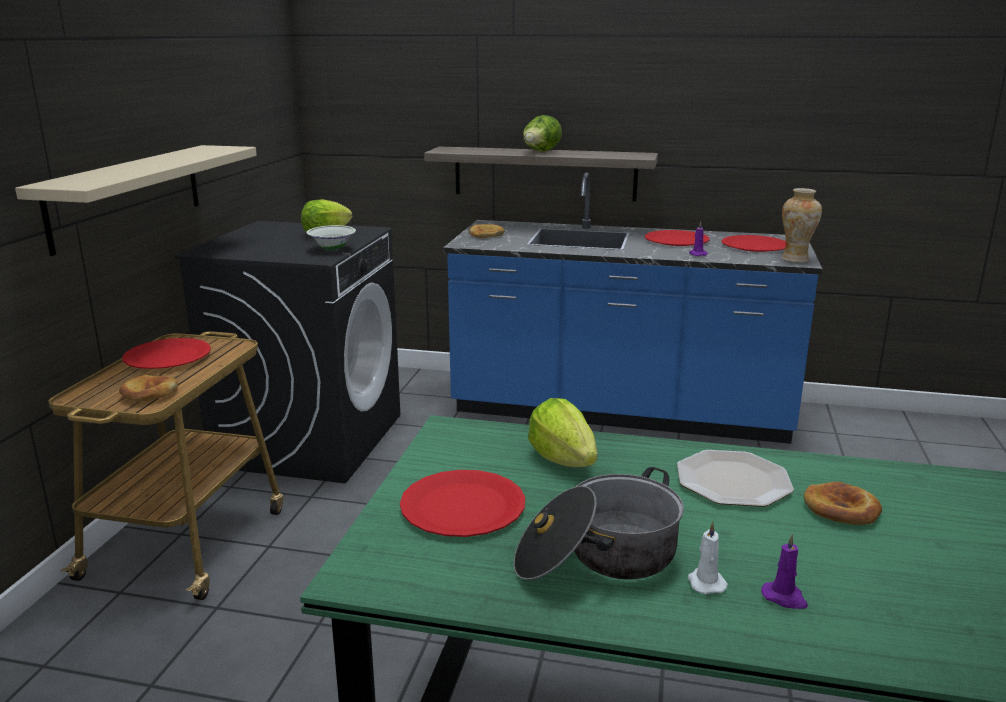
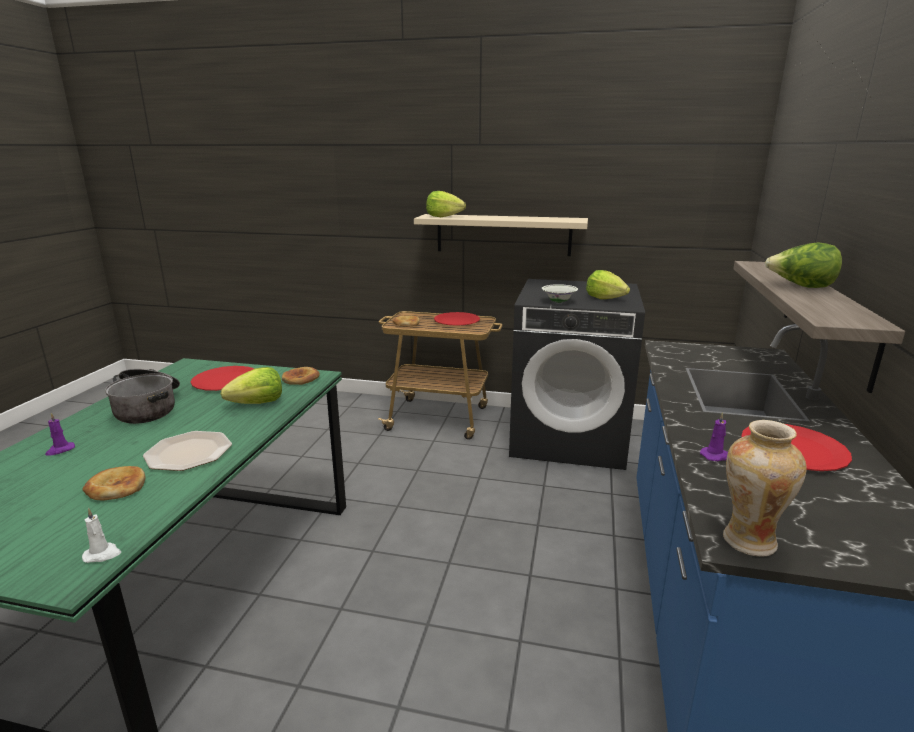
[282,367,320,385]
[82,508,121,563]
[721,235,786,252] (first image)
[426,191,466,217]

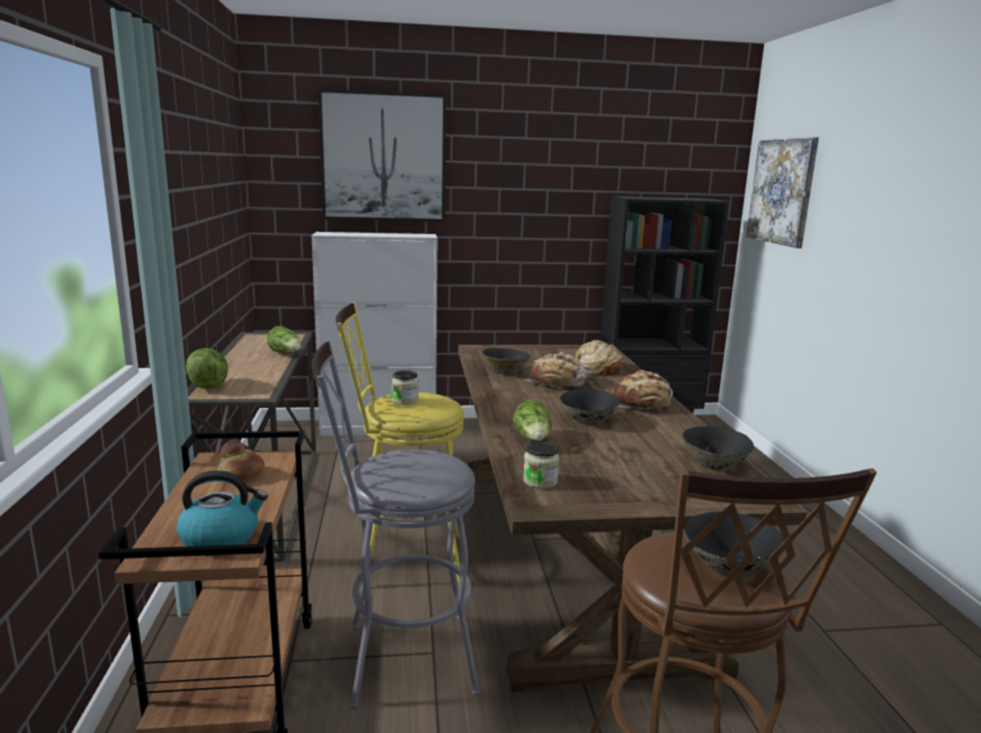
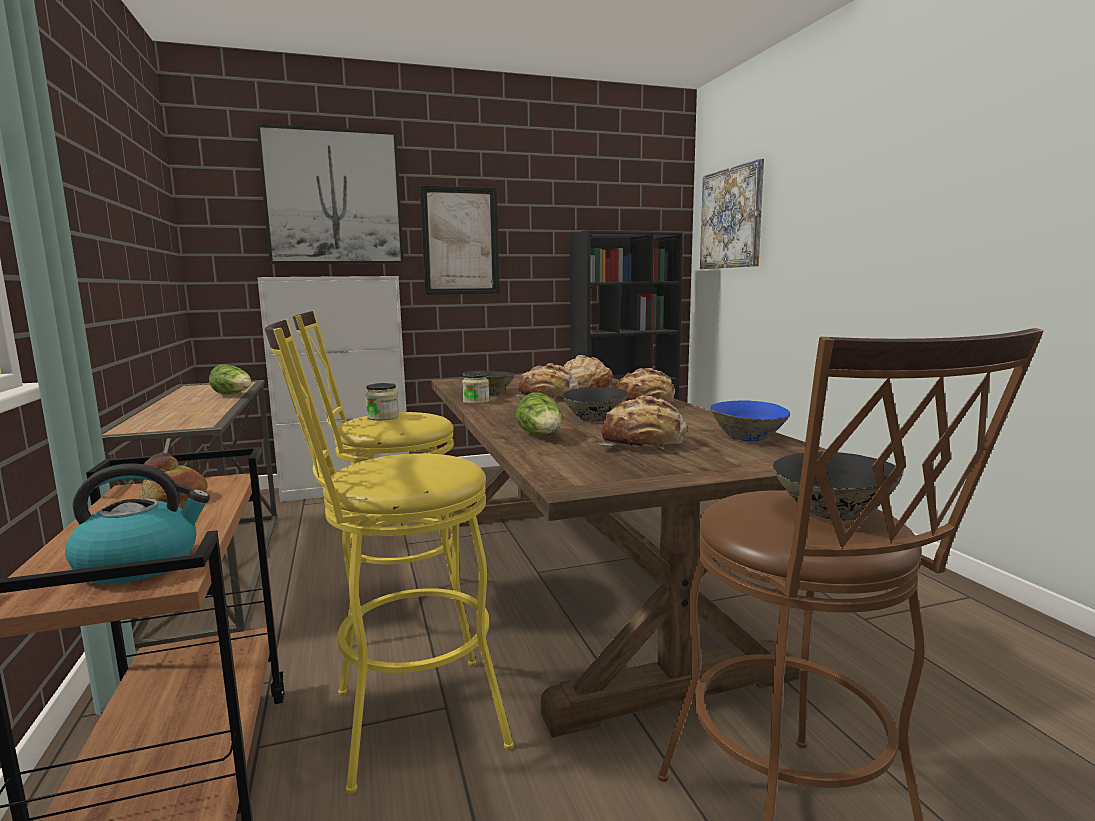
[186,348,228,389] (first image)
[265,319,514,794]
[462,372,489,404]
[710,400,790,441]
[420,185,500,295]
[600,395,687,449]

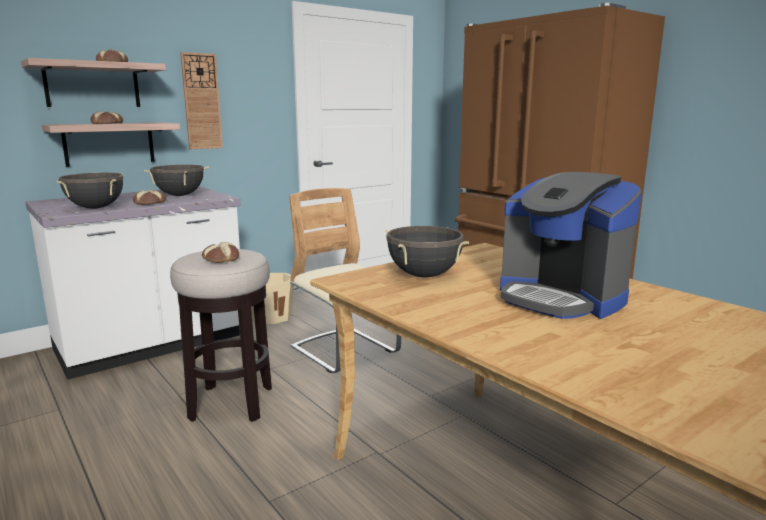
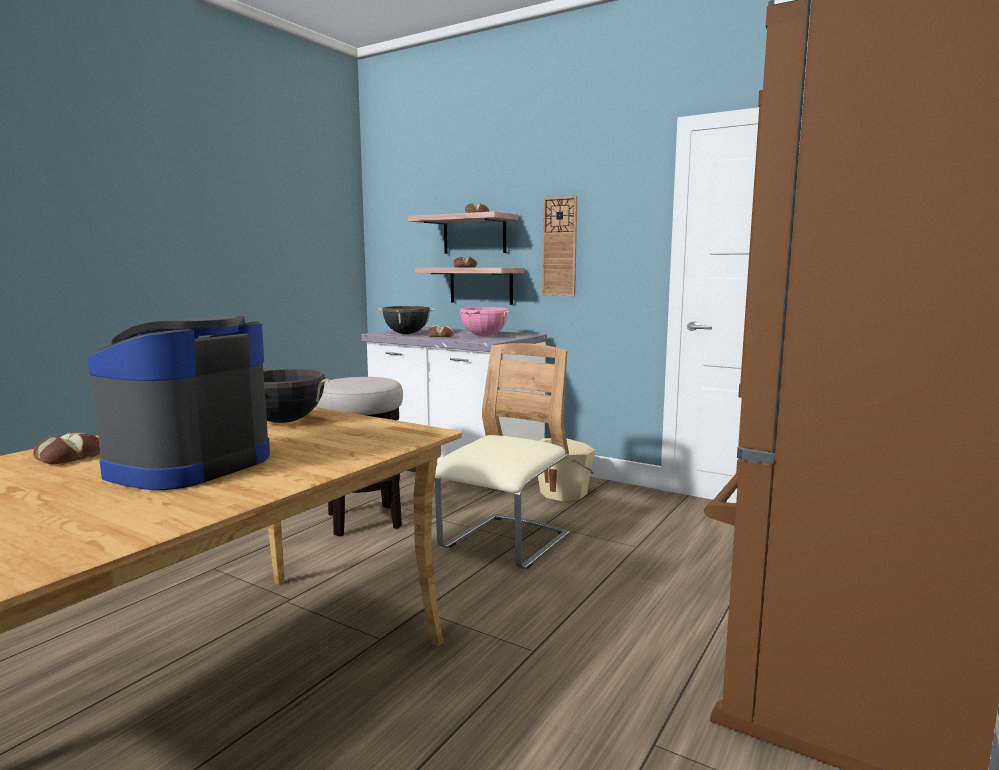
[460,307,510,336]
[33,432,100,464]

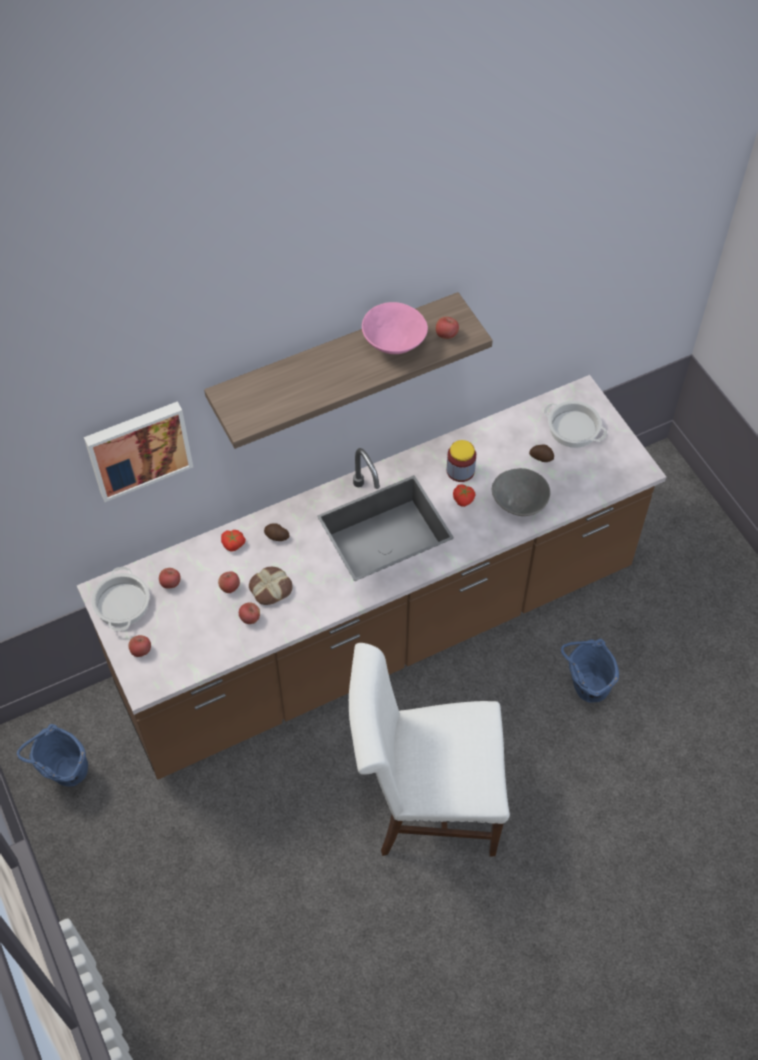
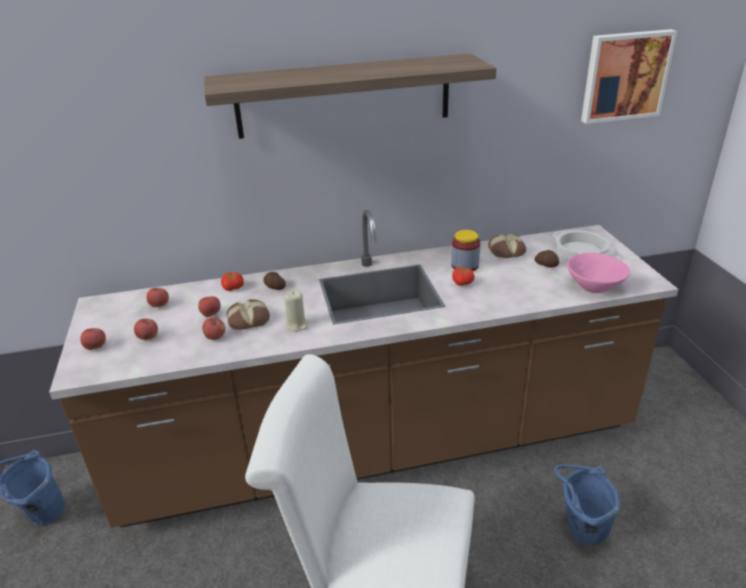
[581,29,677,124]
[91,567,150,631] (first image)
[567,253,630,293]
[134,319,158,340]
[492,468,550,516] (first image)
[284,291,308,332]
[488,234,526,258]

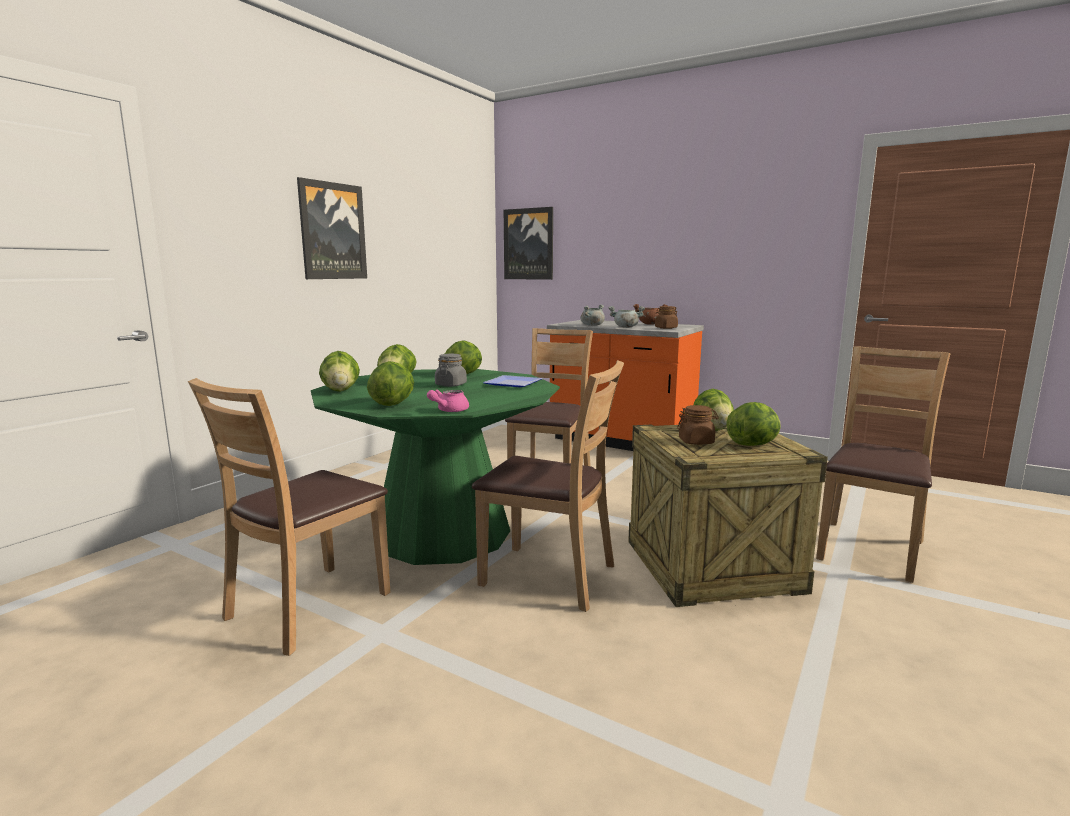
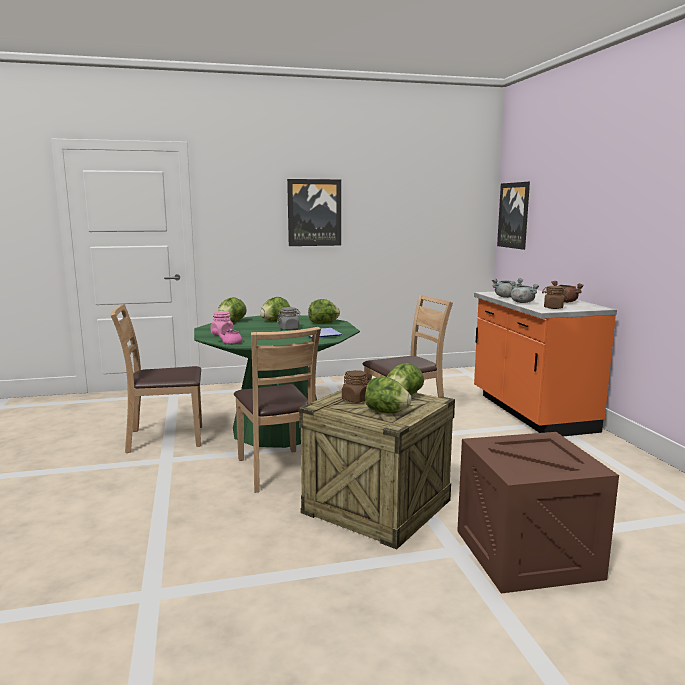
[210,311,234,335]
[457,432,619,594]

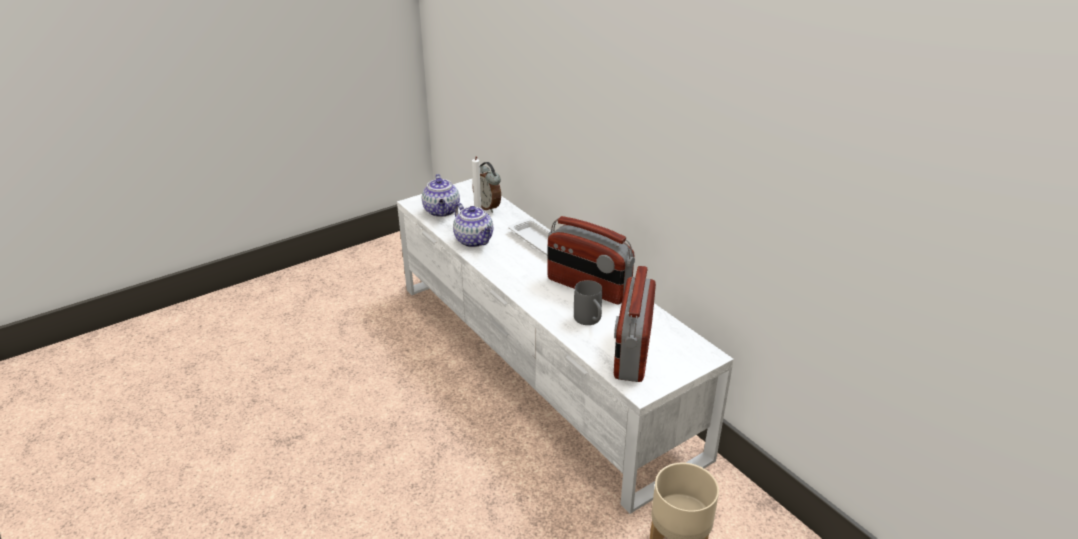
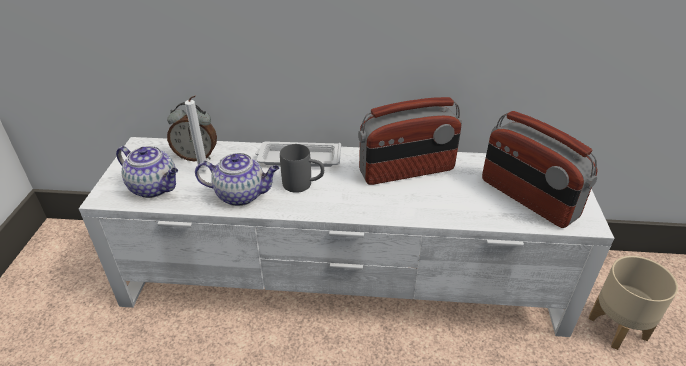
[280,144,324,193]

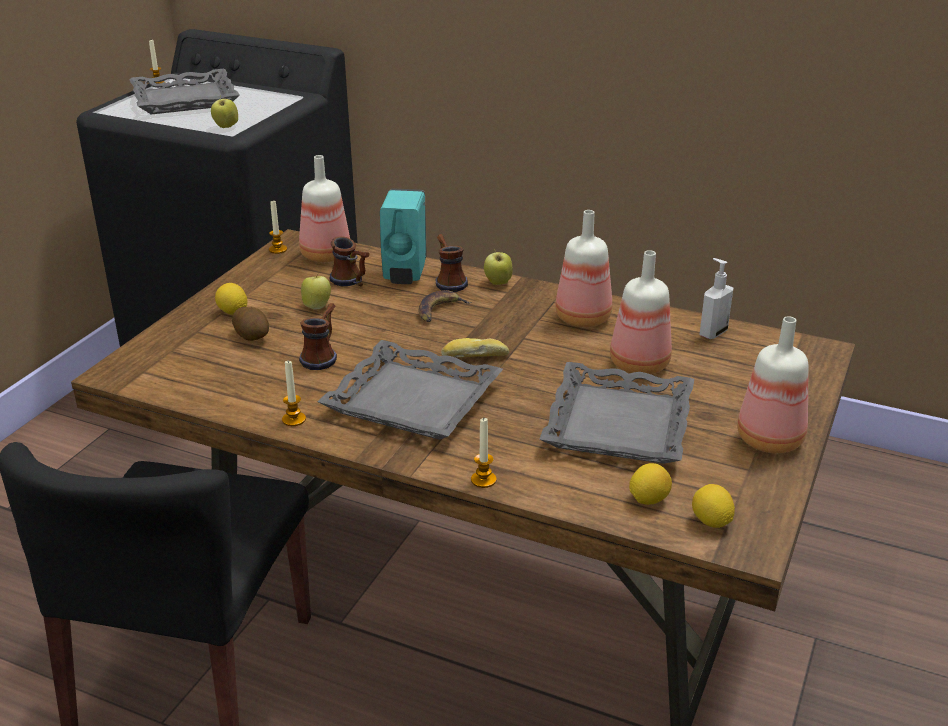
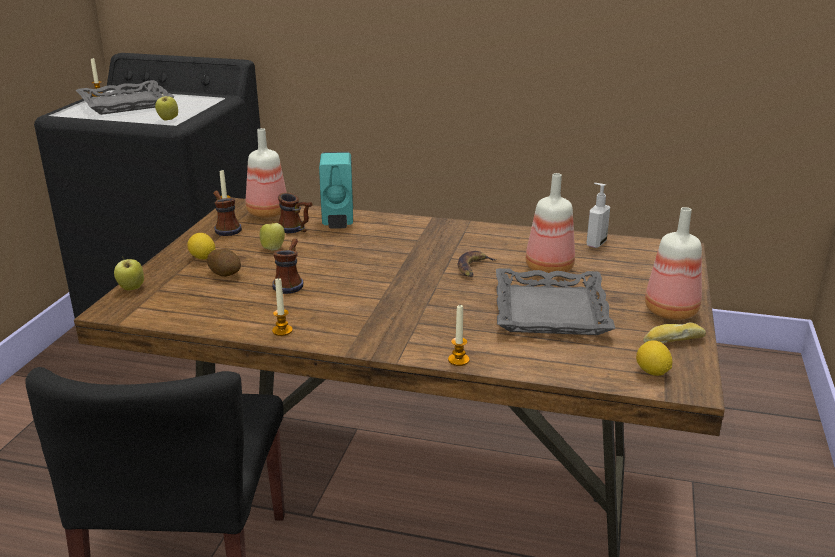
[317,340,503,440] (first image)
[458,251,497,277]
[213,190,242,236]
[643,323,706,343]
[114,256,144,291]
[555,210,612,327] (first image)
[629,463,672,505] (first image)

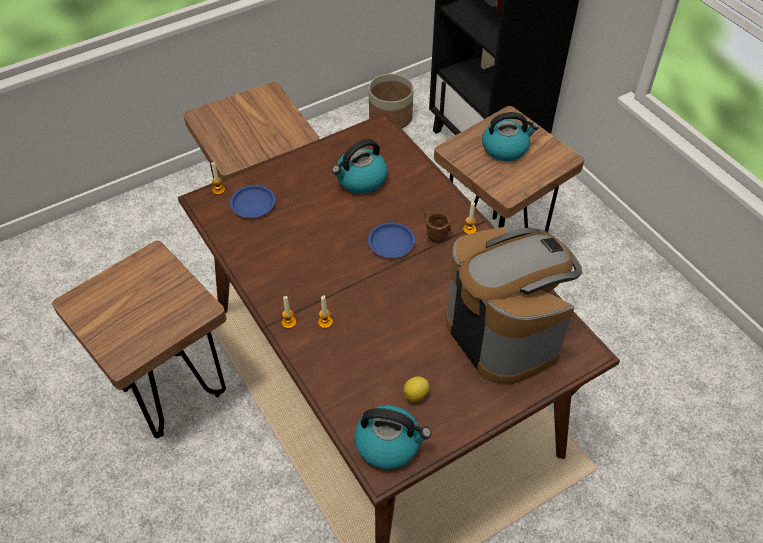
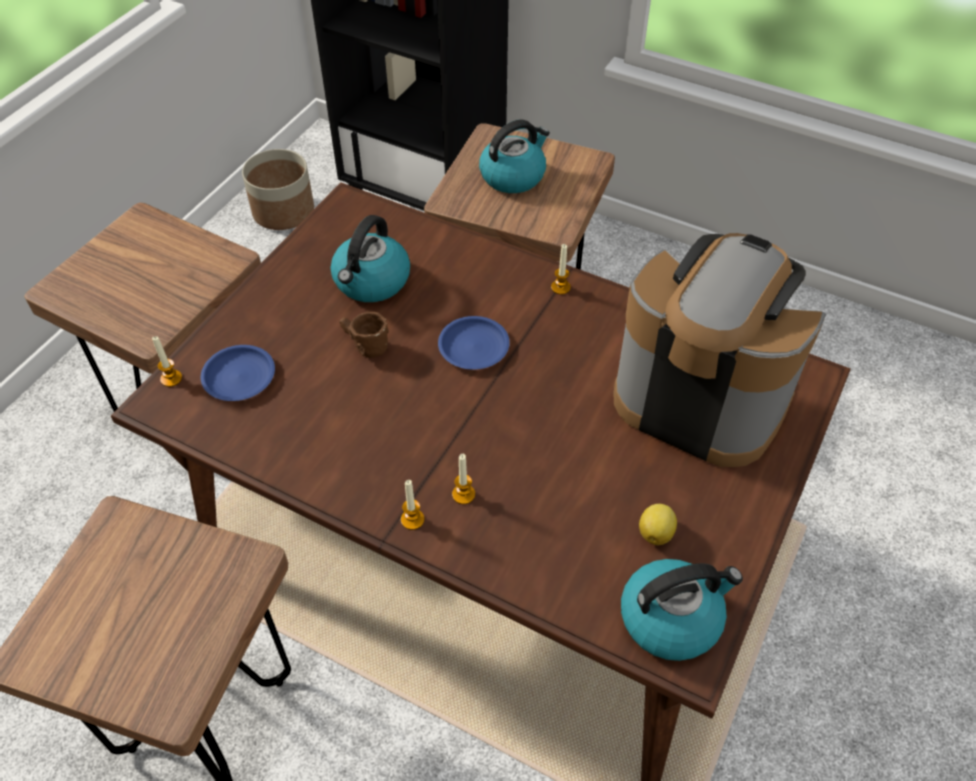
[339,312,388,358]

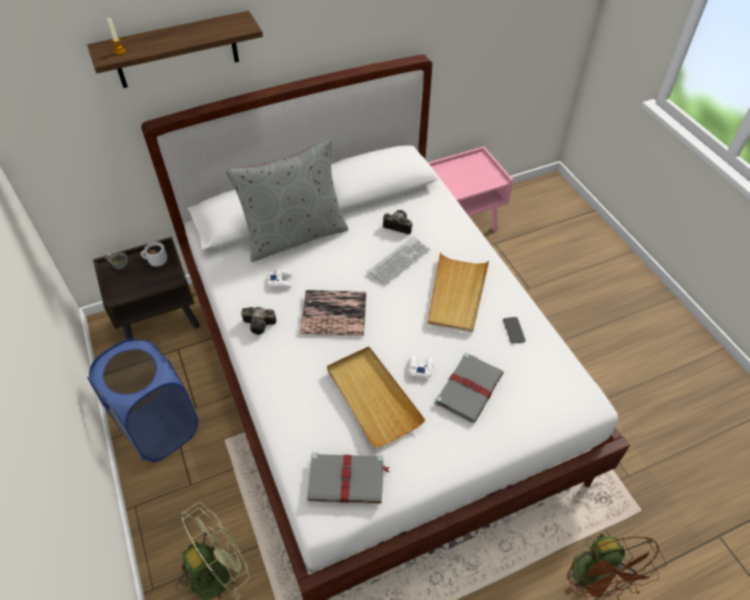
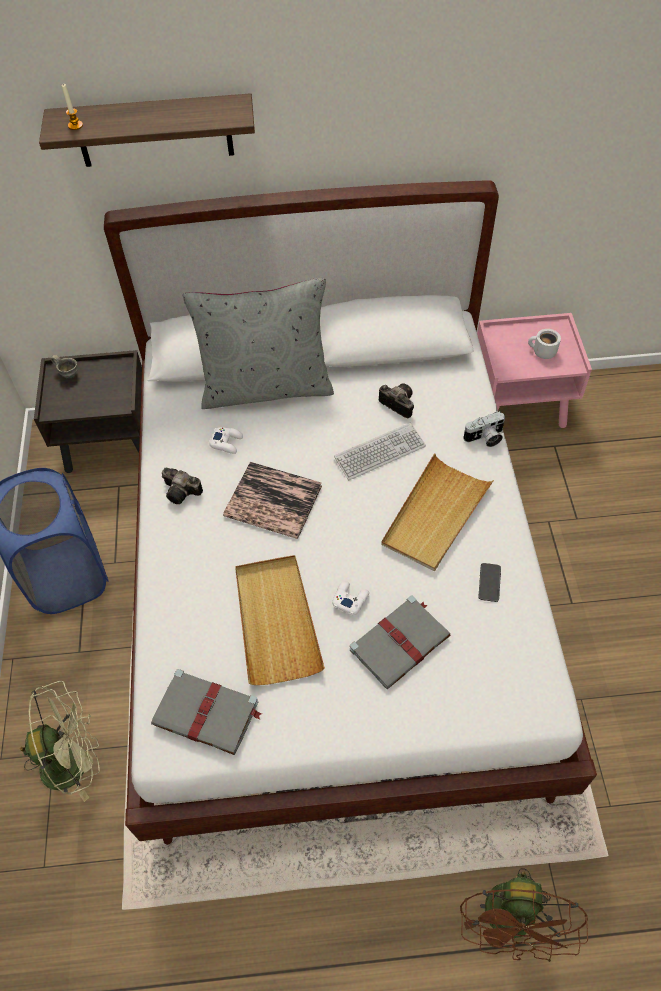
[528,329,561,359]
[463,411,505,447]

